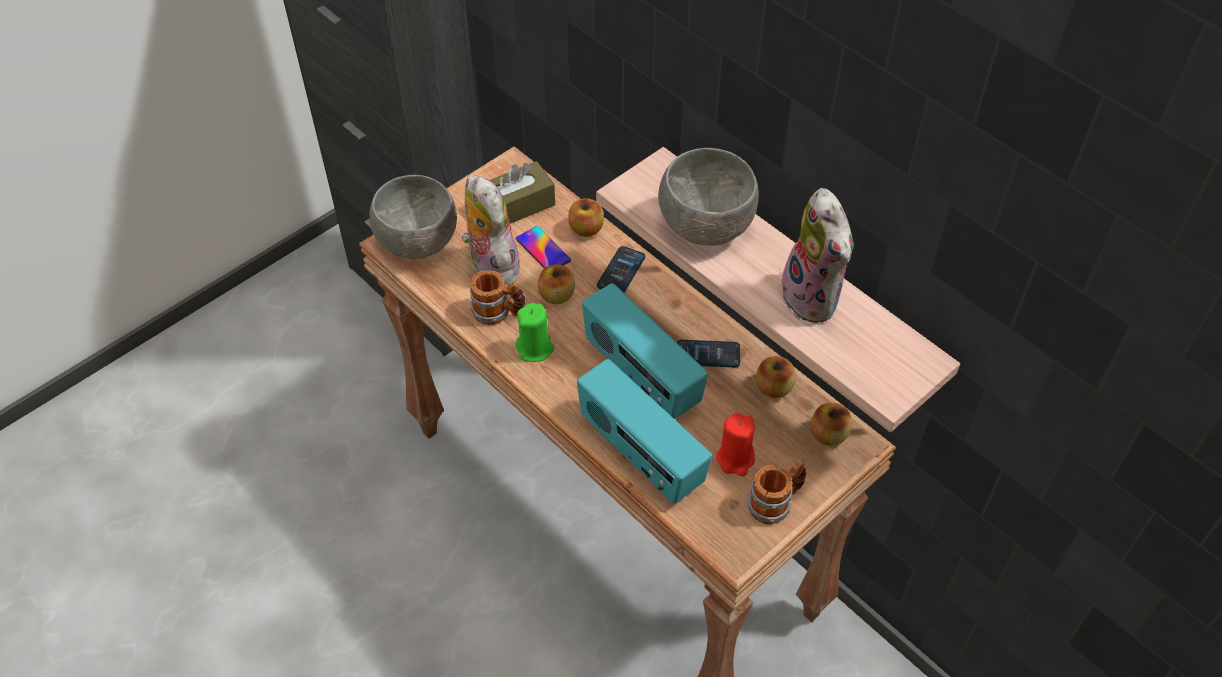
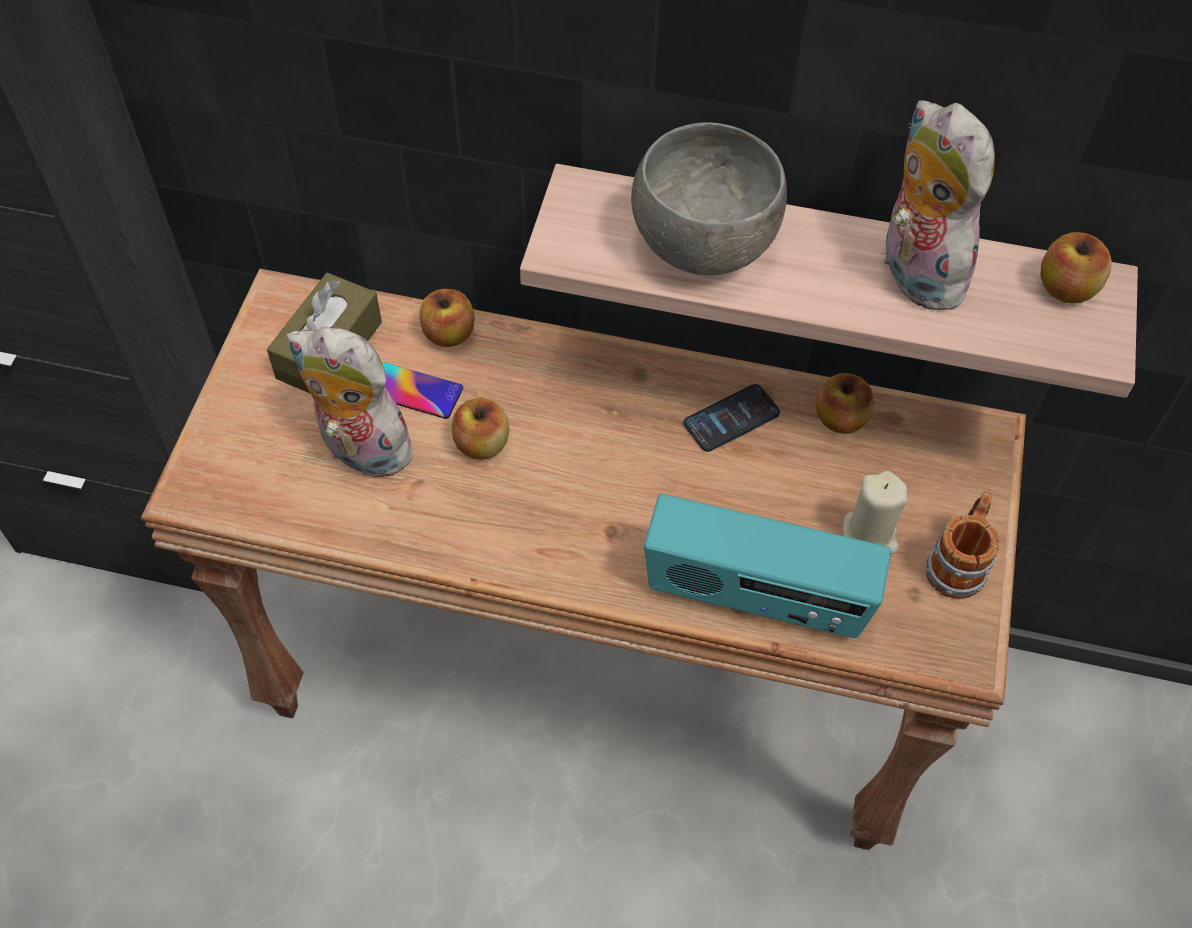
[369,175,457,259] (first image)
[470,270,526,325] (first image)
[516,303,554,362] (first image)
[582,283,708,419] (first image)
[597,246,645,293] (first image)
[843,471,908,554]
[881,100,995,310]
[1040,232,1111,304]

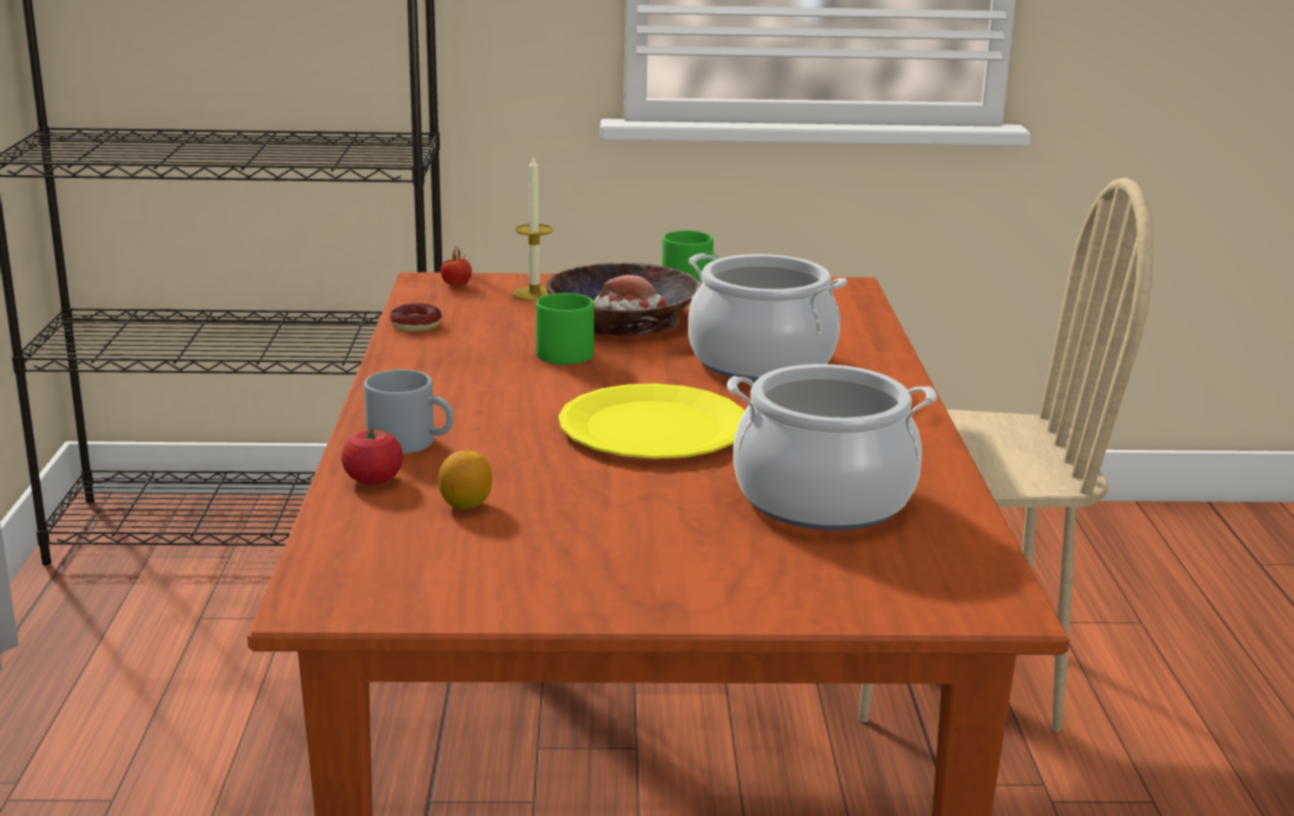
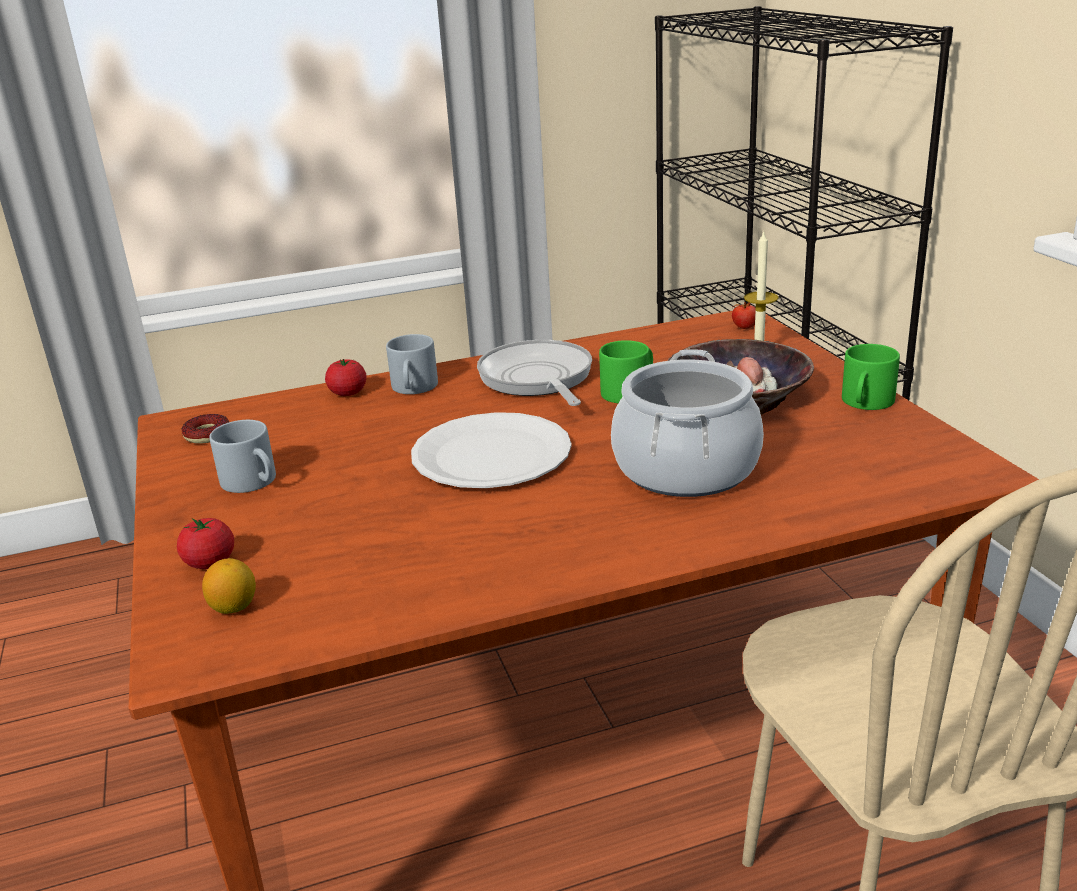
[181,414,229,444]
[202,558,256,614]
[411,412,572,488]
[727,364,937,530] (first image)
[177,518,234,569]
[209,420,276,493]
[477,340,592,406]

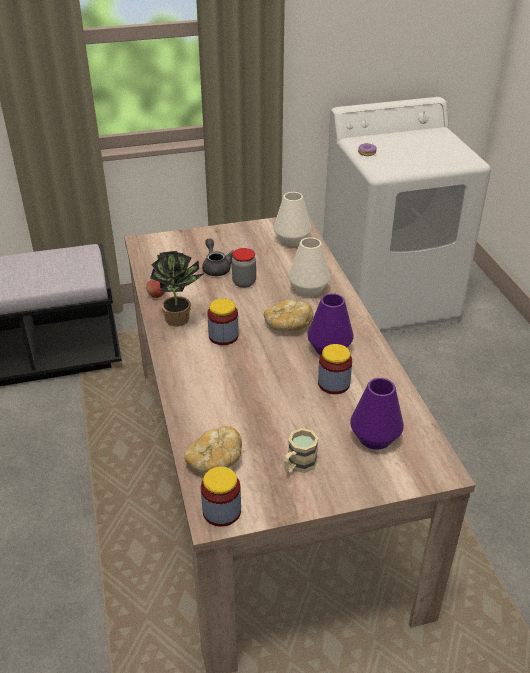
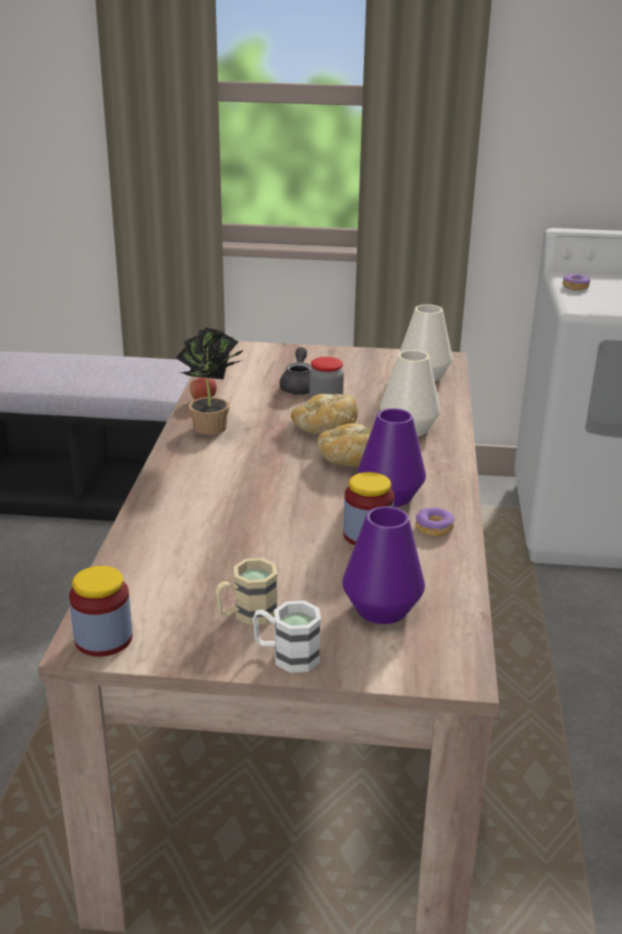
[291,394,358,434]
[207,298,239,345] (first image)
[253,601,321,673]
[416,507,454,537]

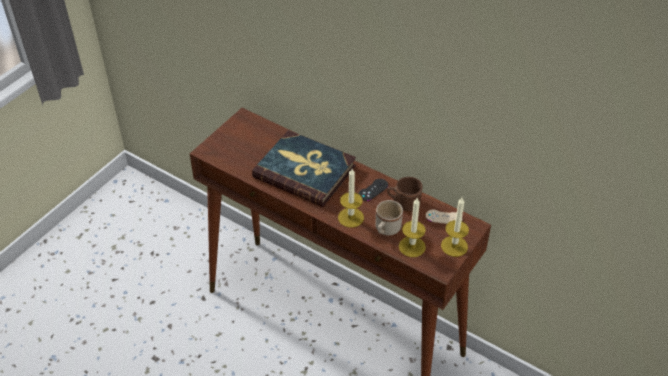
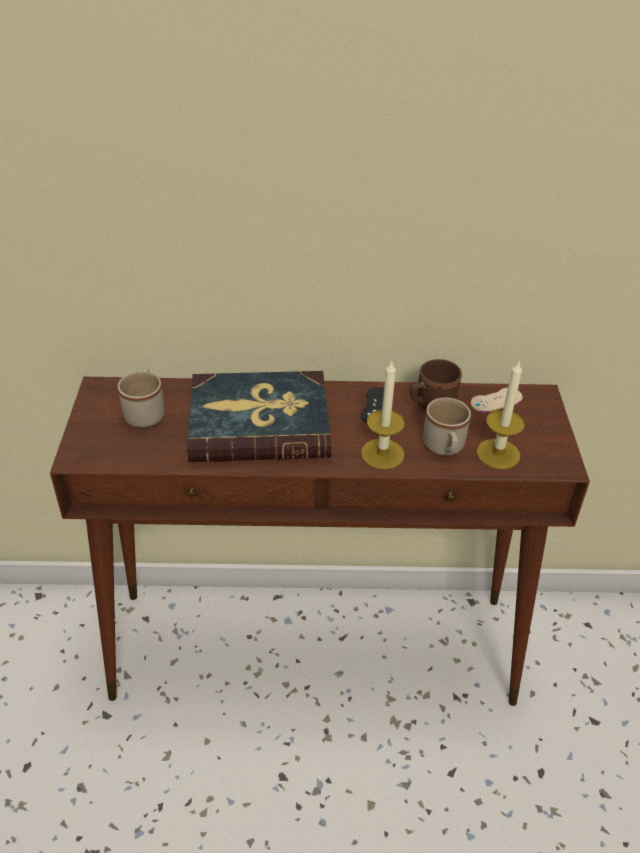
[441,198,469,257] (first image)
[118,368,165,428]

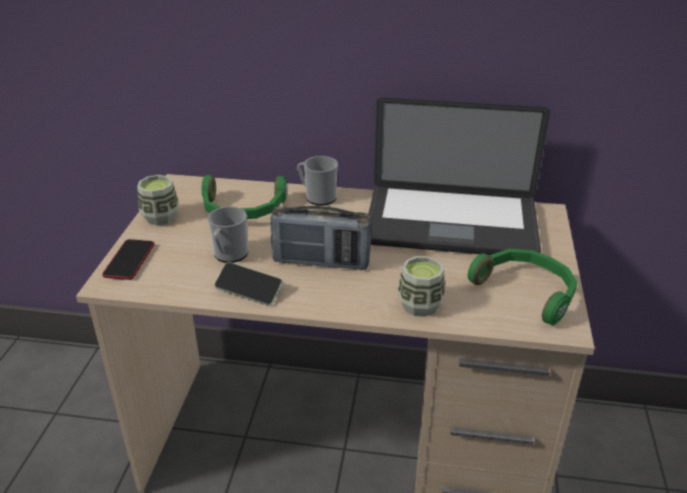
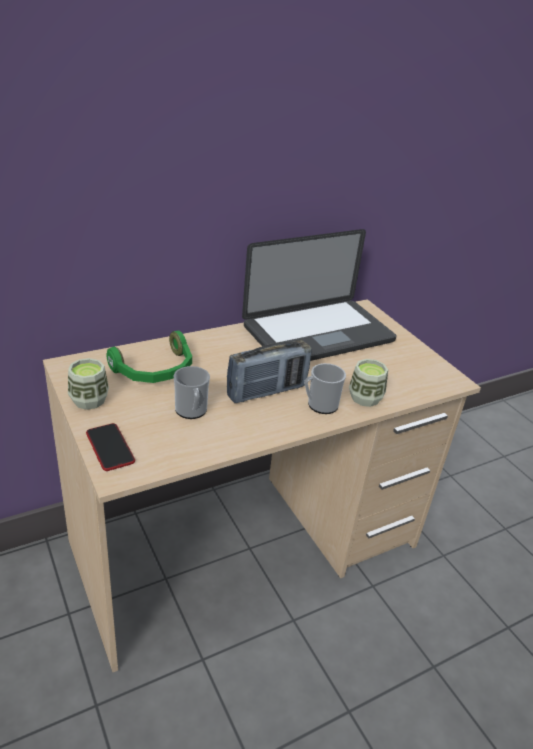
[214,262,283,306] (first image)
[304,363,346,414]
[468,249,578,325] (first image)

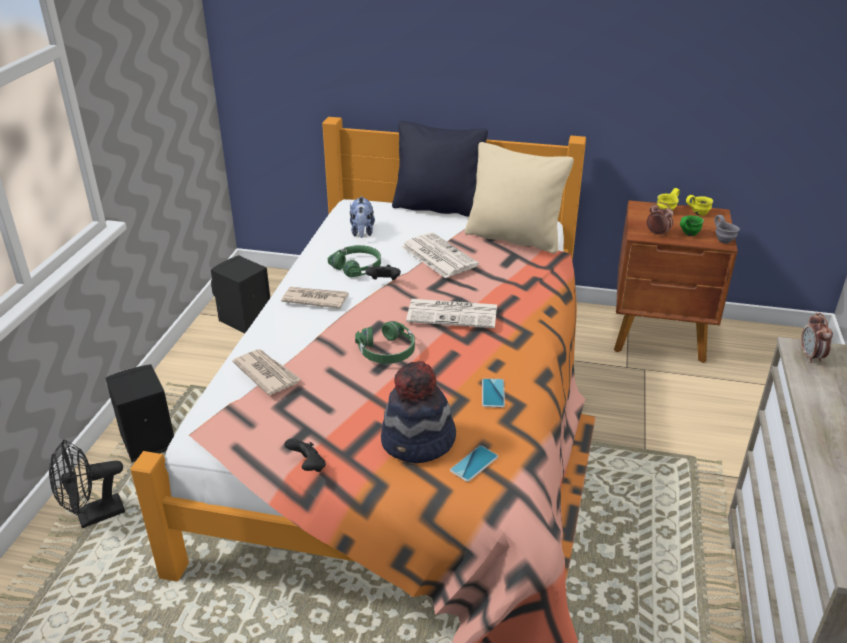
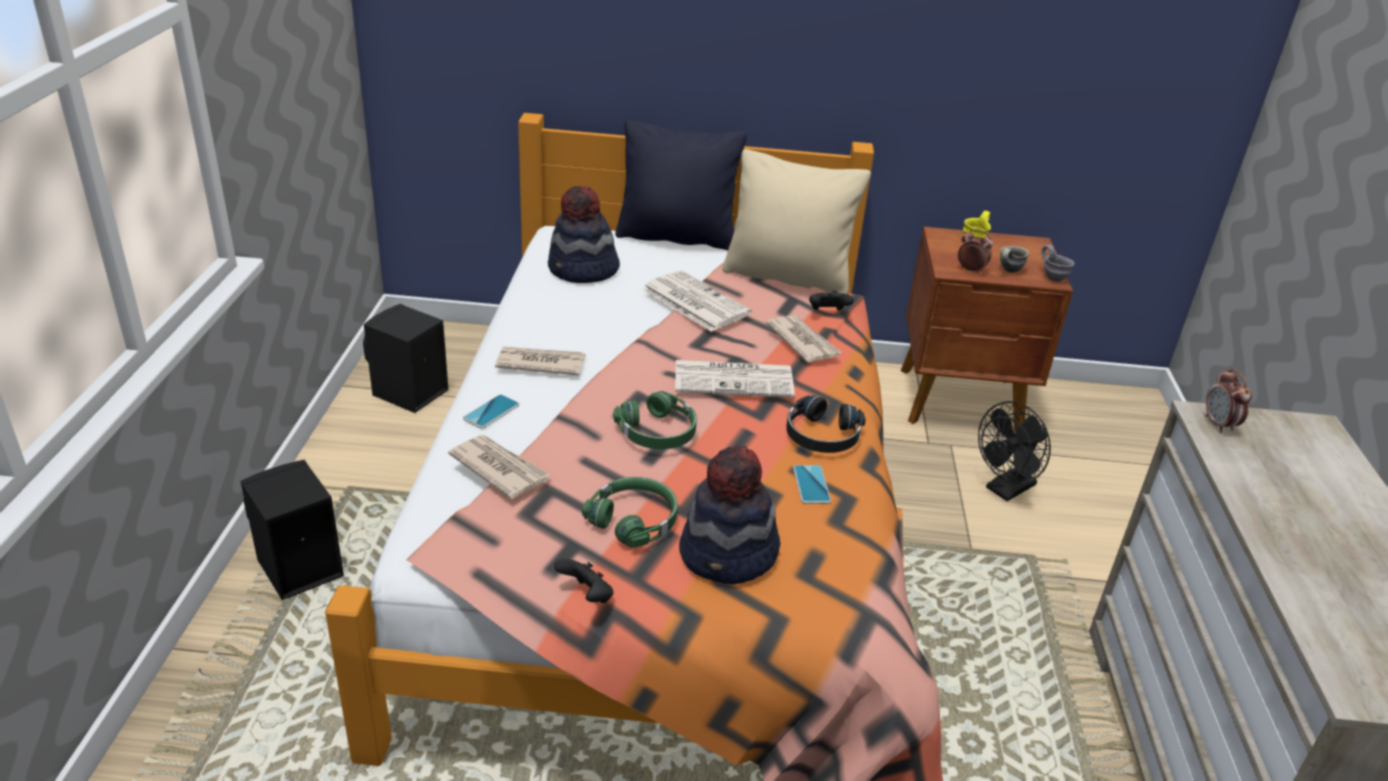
[978,401,1051,501]
[582,477,678,548]
[548,186,620,283]
[809,291,854,310]
[463,394,519,429]
[1000,246,1029,272]
[686,195,713,216] (first image)
[766,315,842,362]
[786,395,866,453]

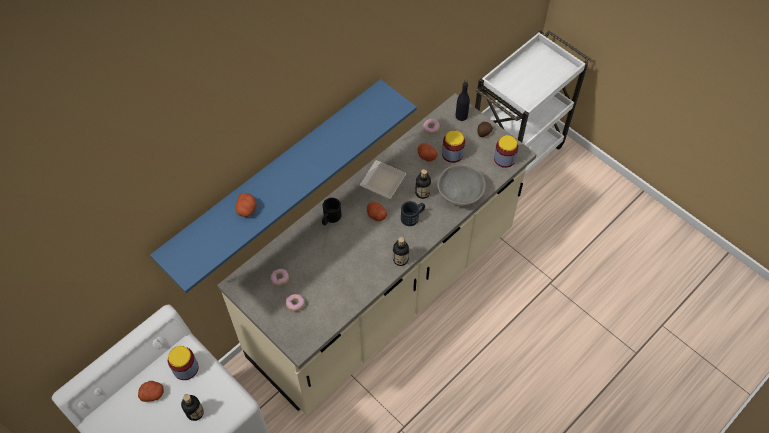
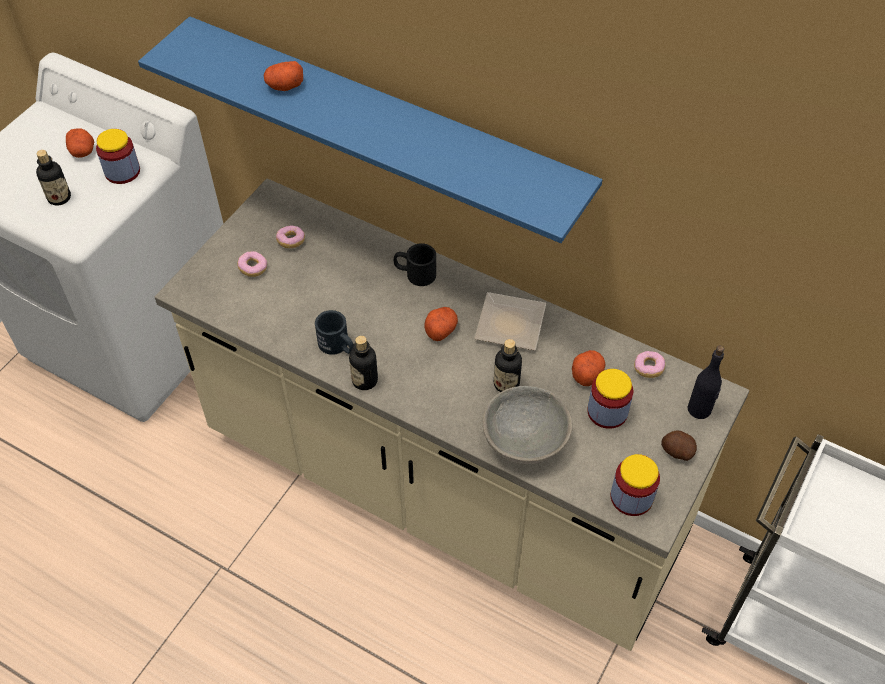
[315,310,354,355]

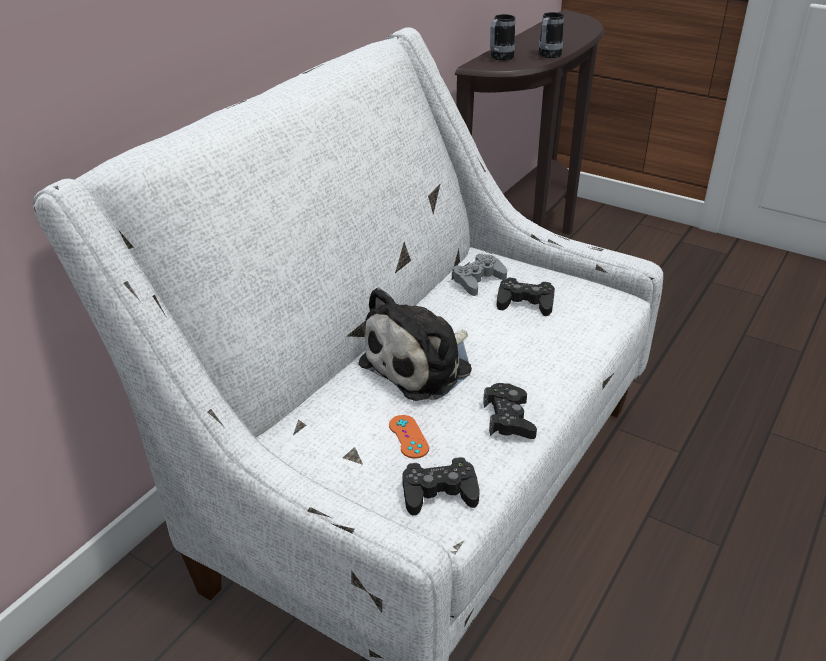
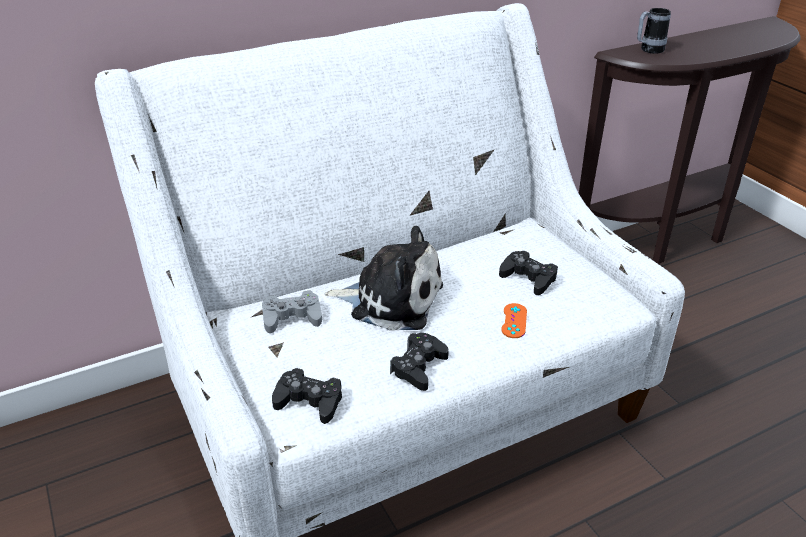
[325,226,443,331]
[501,303,527,338]
[262,291,322,333]
[538,12,564,58] (first image)

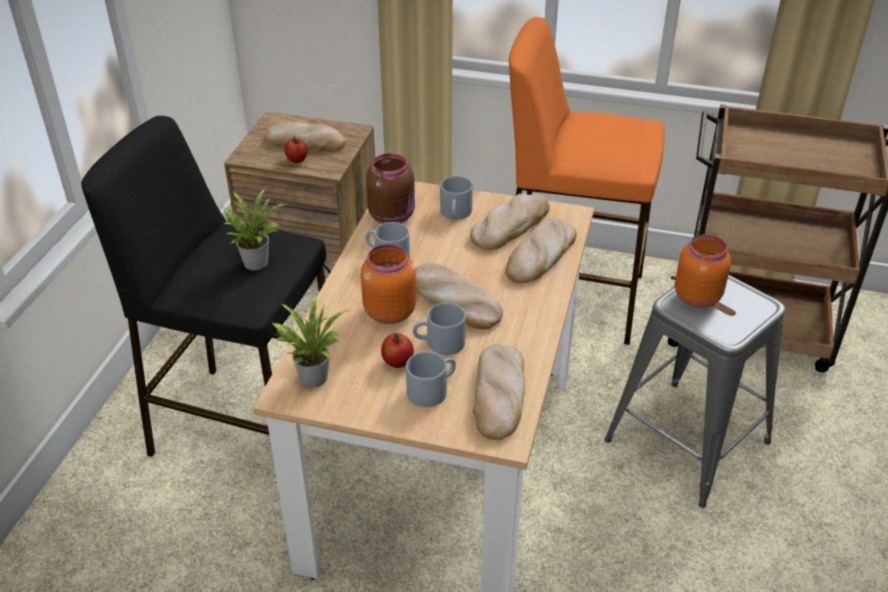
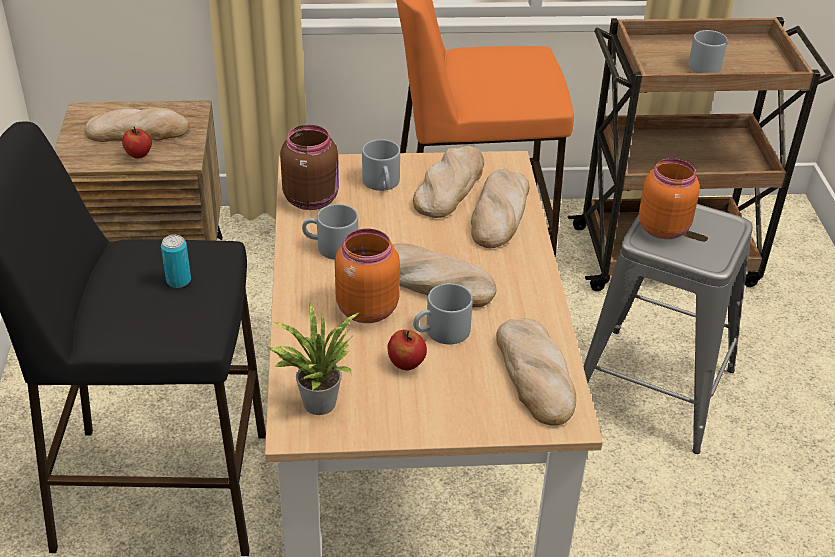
[161,235,191,288]
[688,30,728,73]

